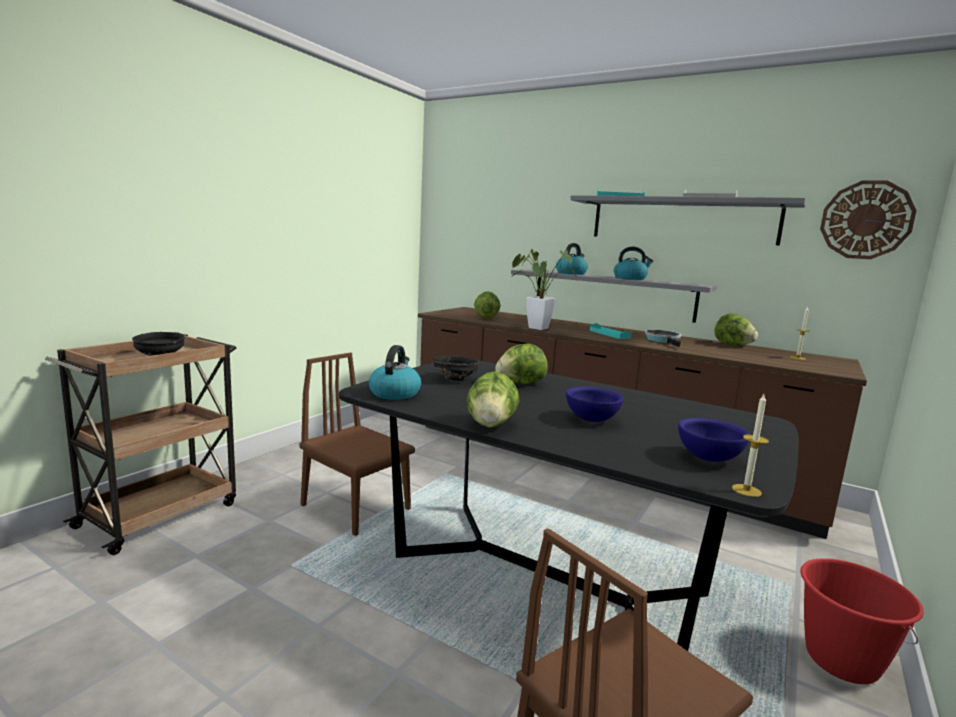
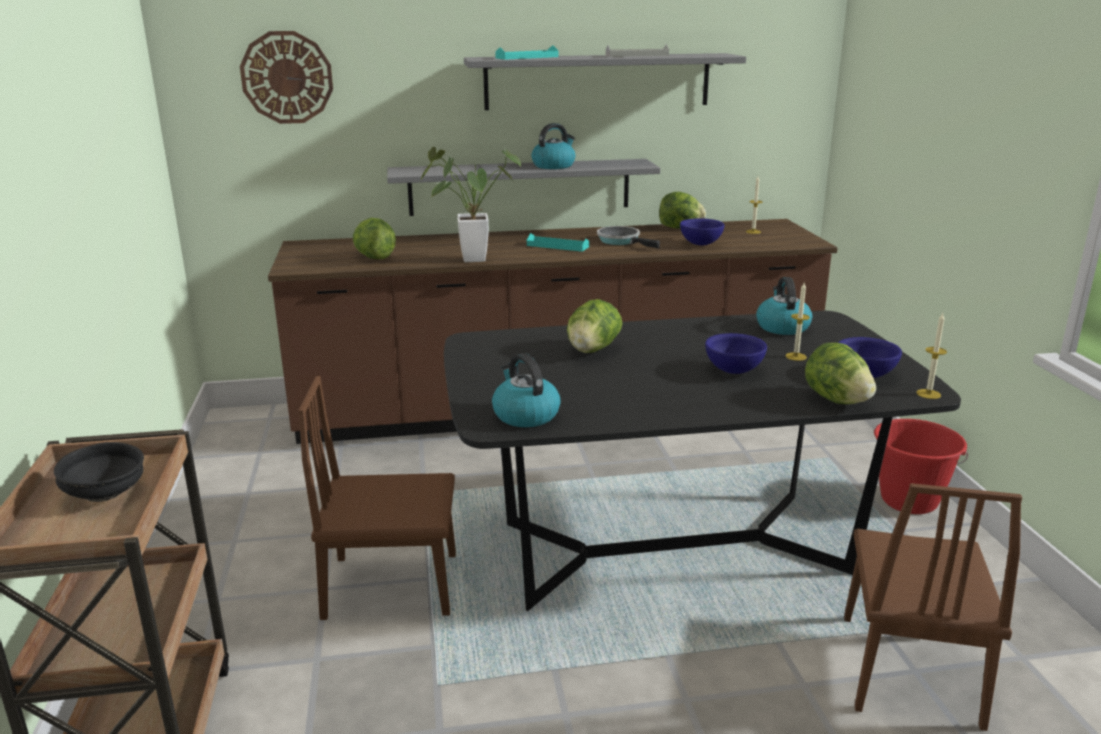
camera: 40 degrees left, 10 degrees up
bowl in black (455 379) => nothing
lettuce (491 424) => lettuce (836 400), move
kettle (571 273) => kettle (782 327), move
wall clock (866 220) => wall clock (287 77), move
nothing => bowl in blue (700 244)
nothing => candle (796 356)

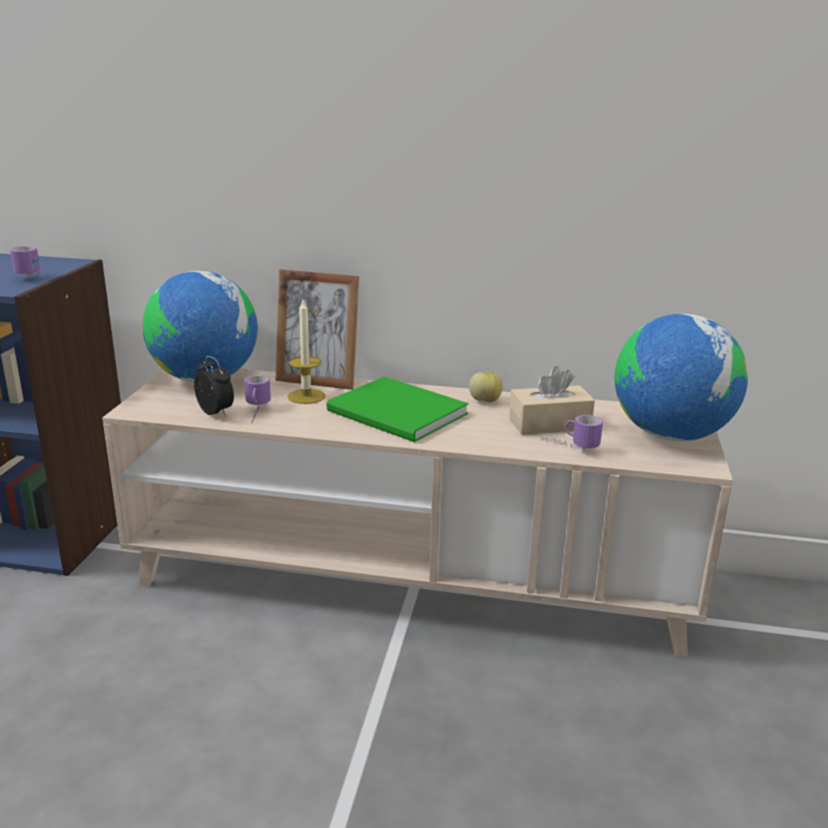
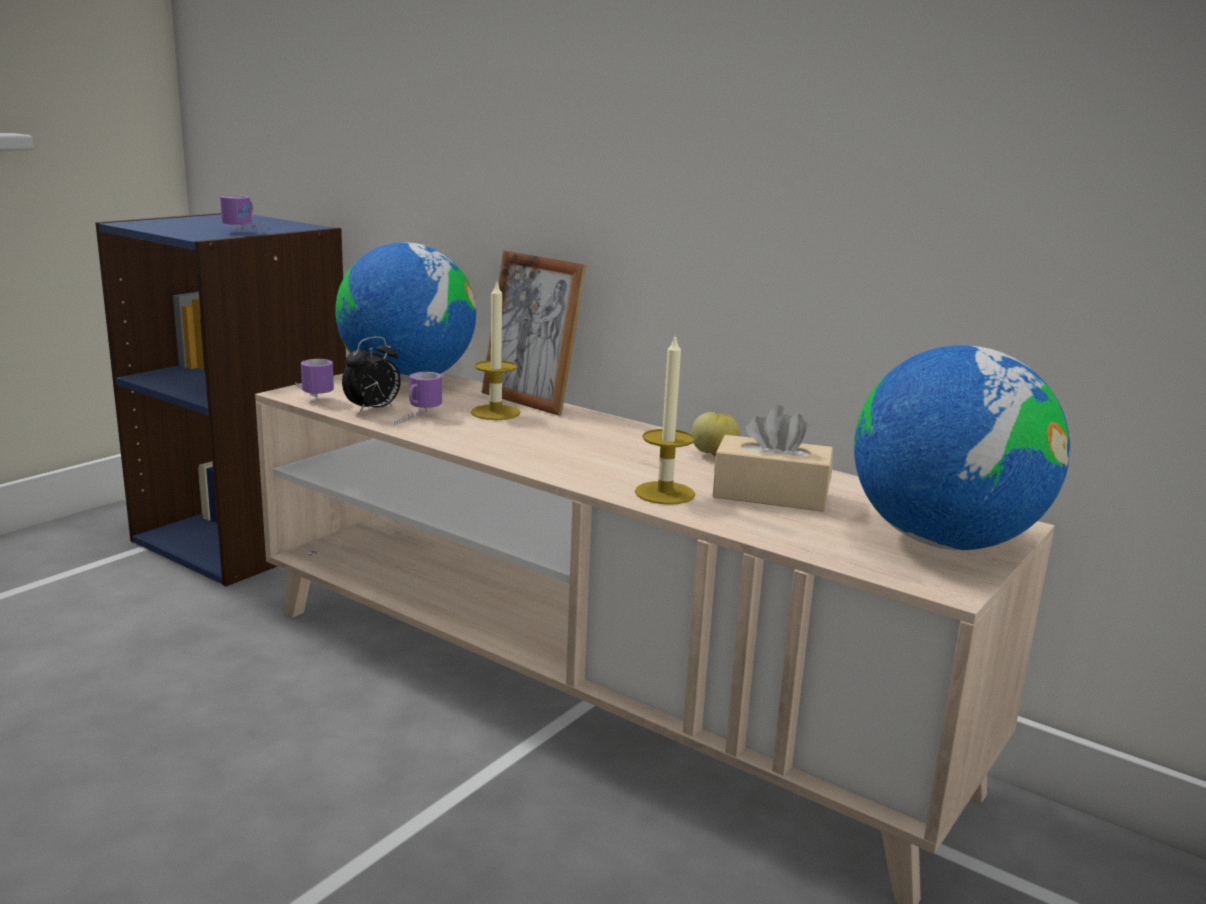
camera: 25 degrees right, 5 degrees down
alarm clock (216 413) => alarm clock (373 410), 60 degrees clockwise
book in green (398 414) => nothing
mug (569 447) => mug (310 394), move
nothing => candle (664 493)

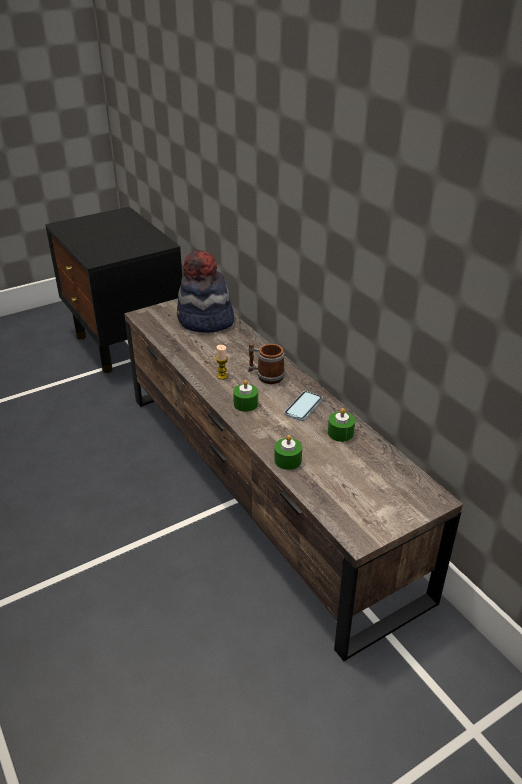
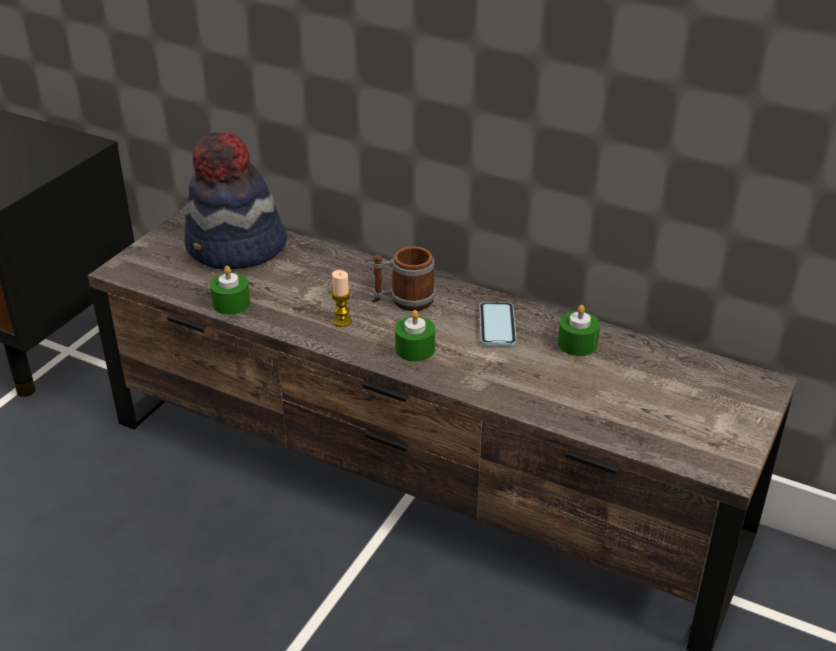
camera: 30 degrees left, 0 degrees up
candle in green (288 460) => candle in green (231 303), move

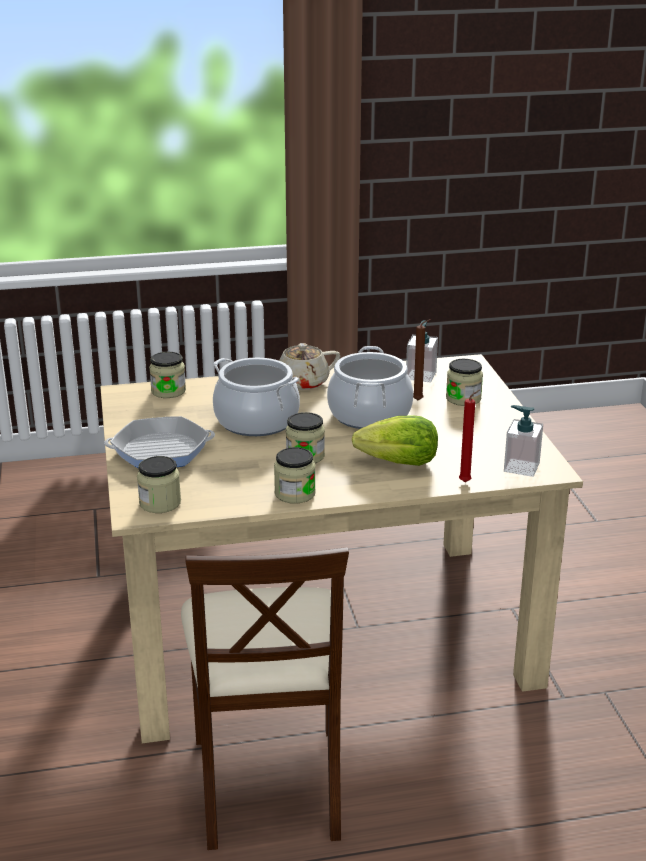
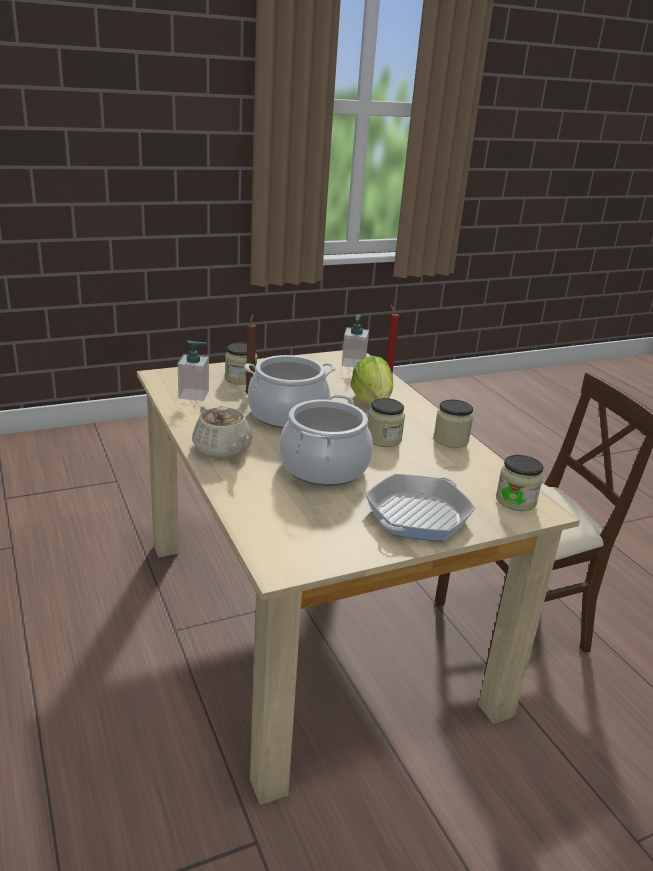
camera: 105 degrees left, 0 degrees up
frying pan (160 450) => frying pan (418 515), 60 degrees clockwise
jar (168 391) => nothing

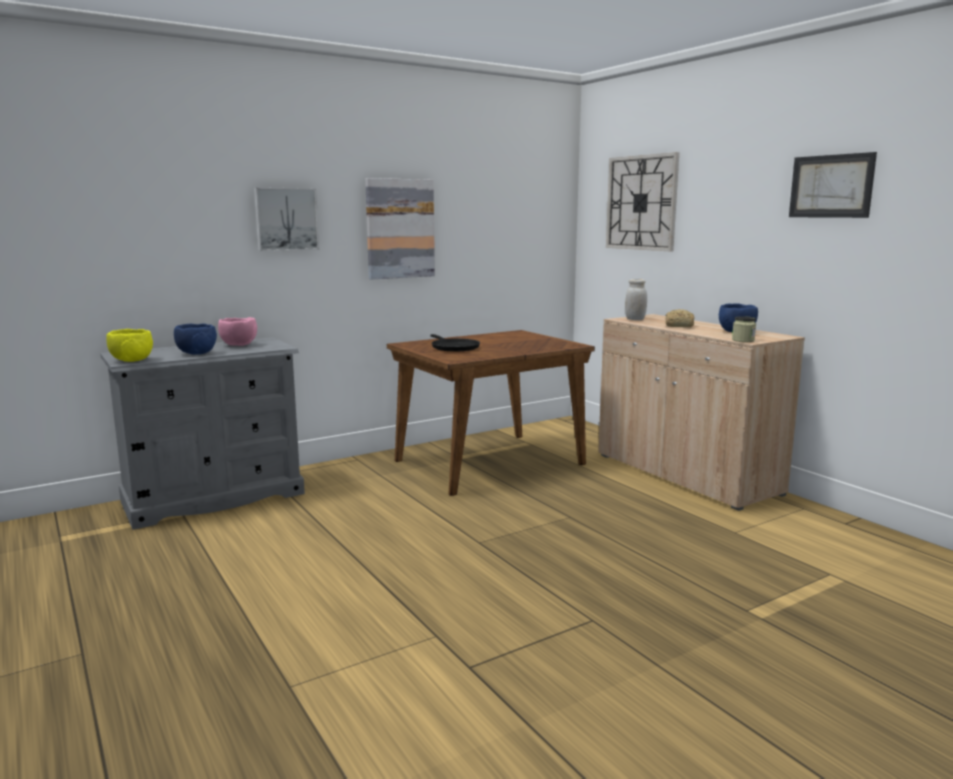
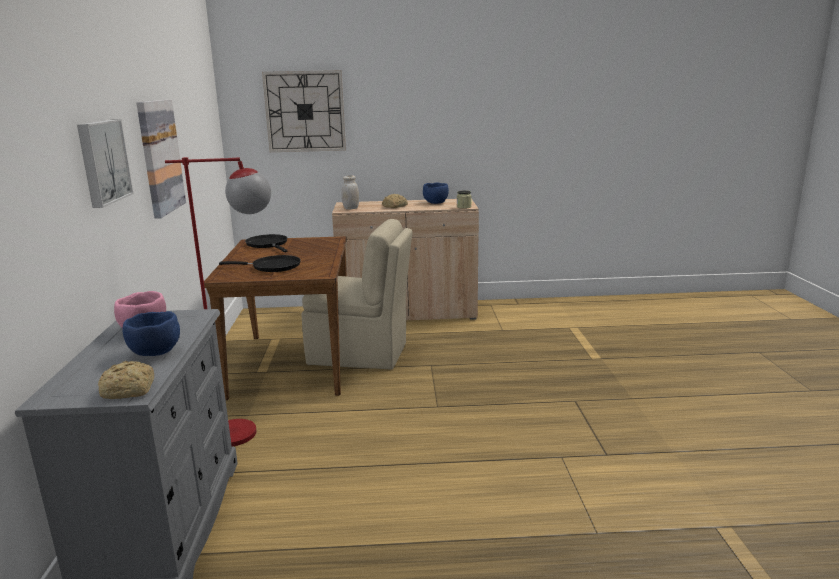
camera: 60 degrees left, 5 degrees up
bowl in yellow (131 361) => bread (130 390)
picture (831 186) => nothing
nothing => floor lamp in red (250 432)
nothing => frying pan in black (268 244)
nothing => chair in beige (360 354)

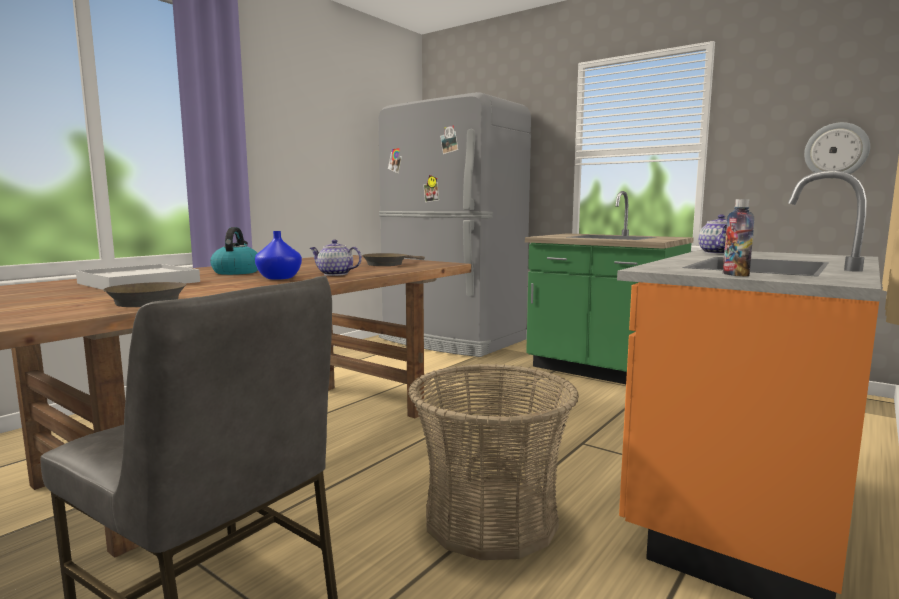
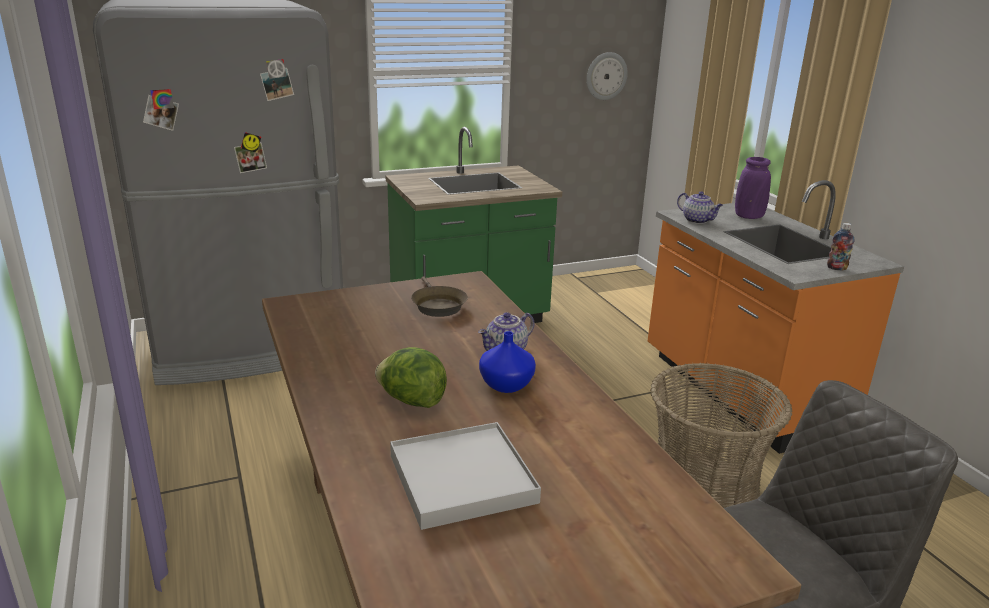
camera: 60 degrees left, 15 degrees up
frying pan in brown (143 302) => nothing
kettle (236 272) => lettuce (411 401)
nothing => vase in purple (748 217)

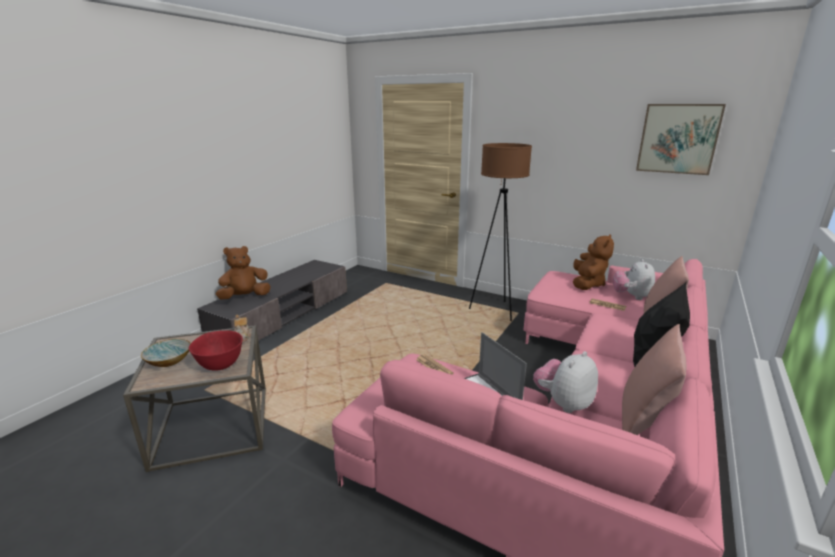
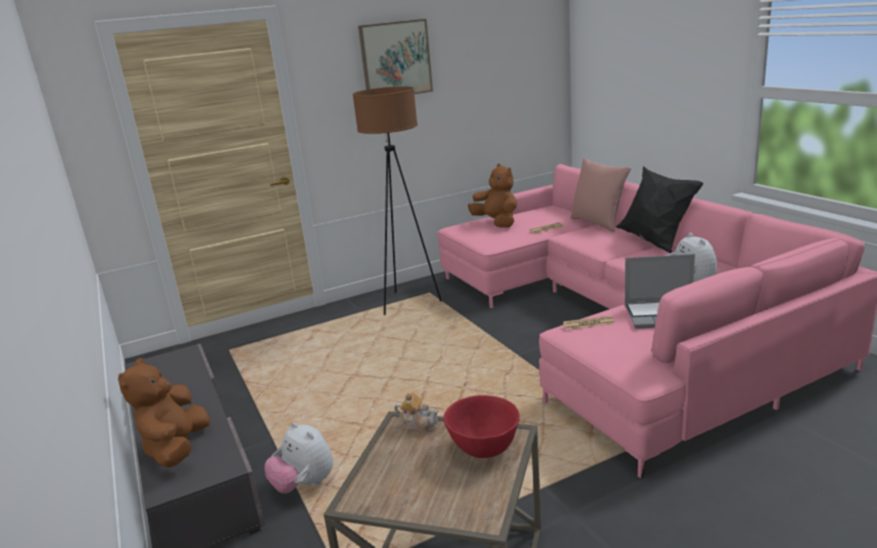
camera: 55 degrees left, 0 degrees up
bowl (169 361) => nothing
plush toy (631 296) => plush toy (304 485), move
pillow in pink (643 422) => nothing
picture (678 139) => picture (395 59), move

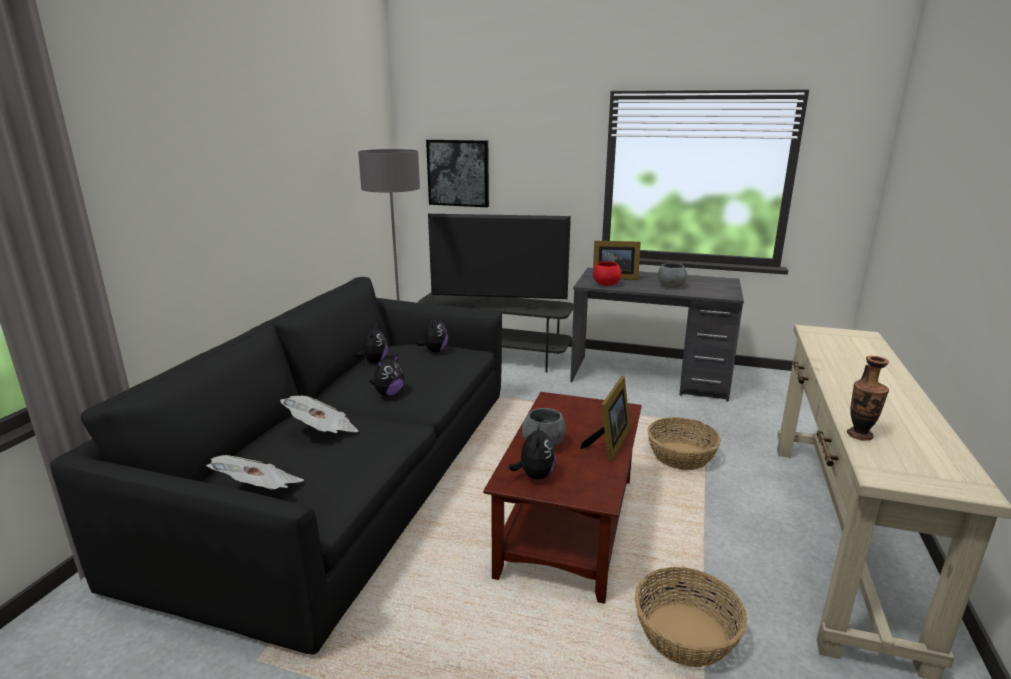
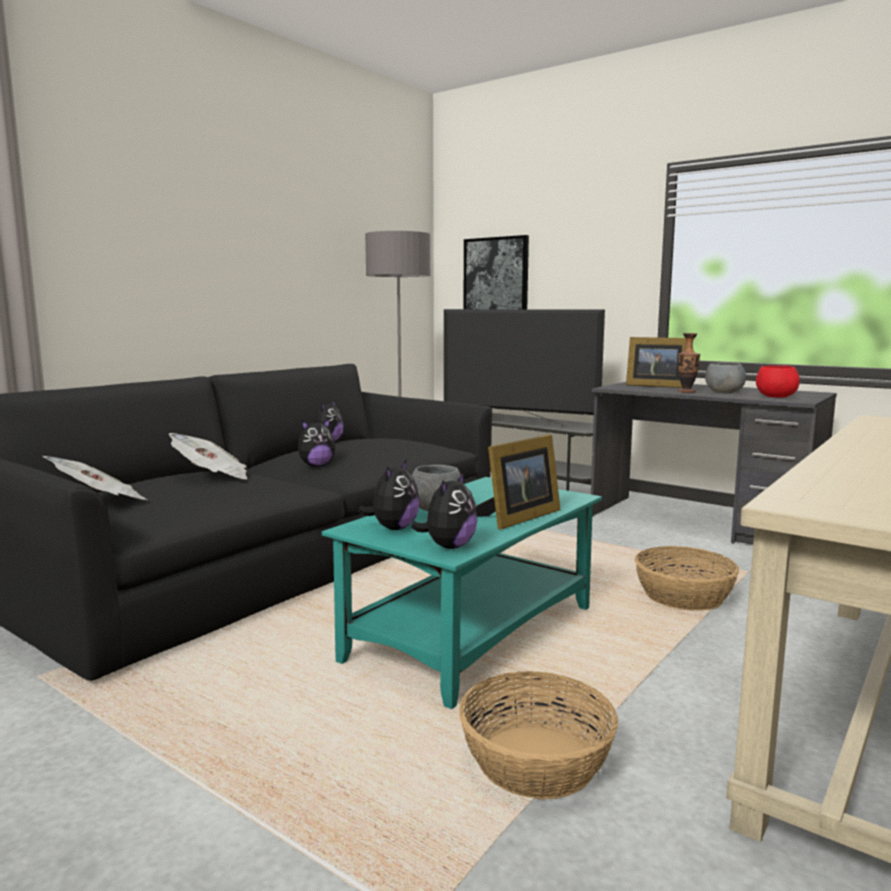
camera: 20 degrees right, 10 degrees down
plush toy (434 351) => plush toy (448 546), move
coffee table in brown (568 523) => coffee table in turquoise (473 632)
bowl in red (606 284) => bowl in red (775 397), move
vase (859 435) => vase (686 391), move

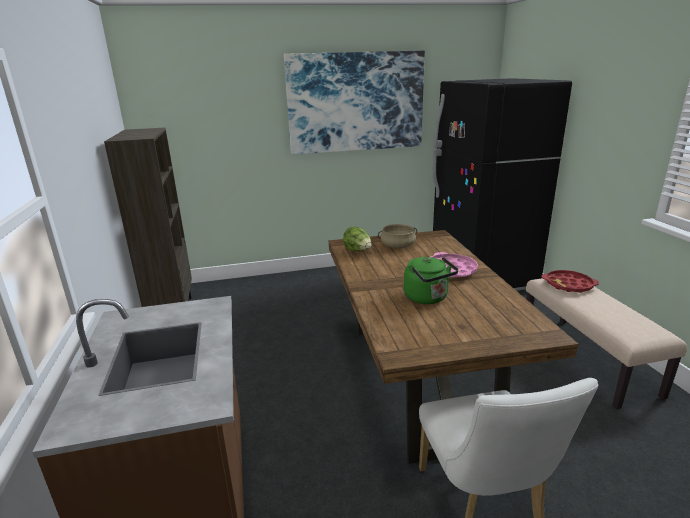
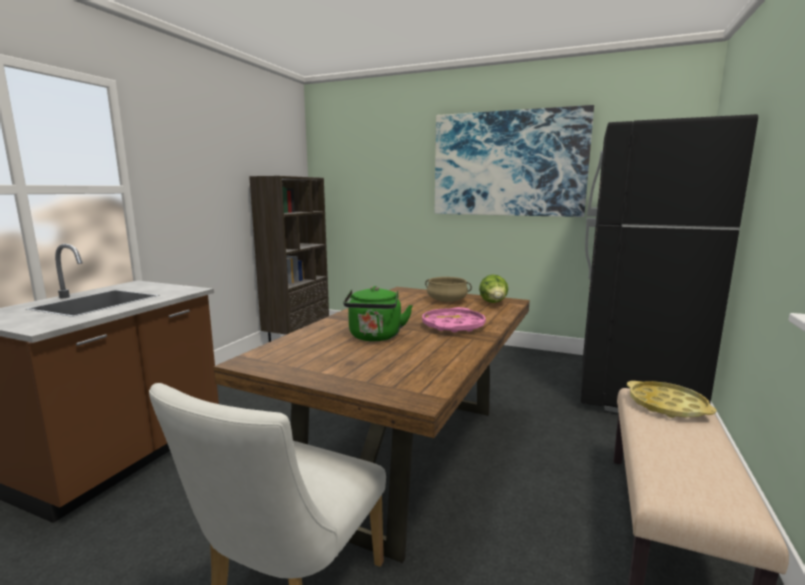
camera: 35 degrees right, 10 degrees down
lettuce (358 251) => lettuce (493 303), move
tray in red (568 285) => tray in yellow (667 405)

